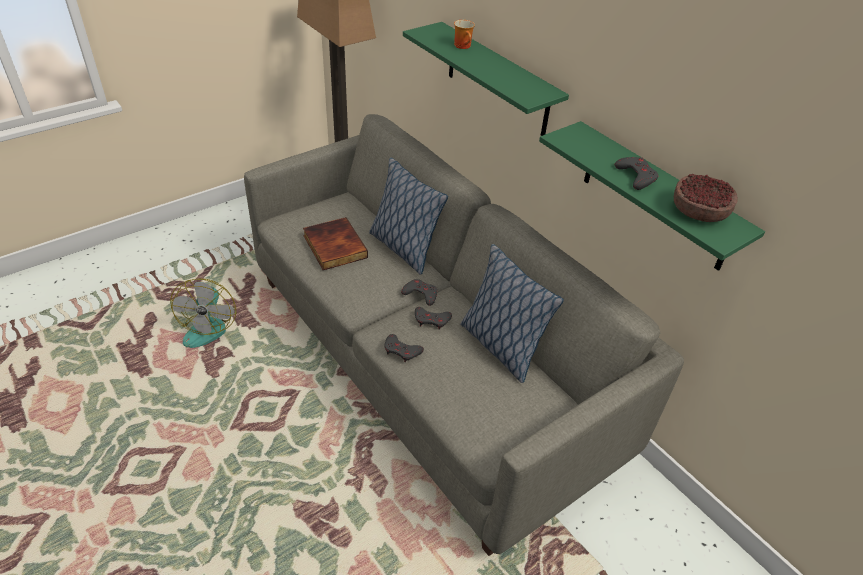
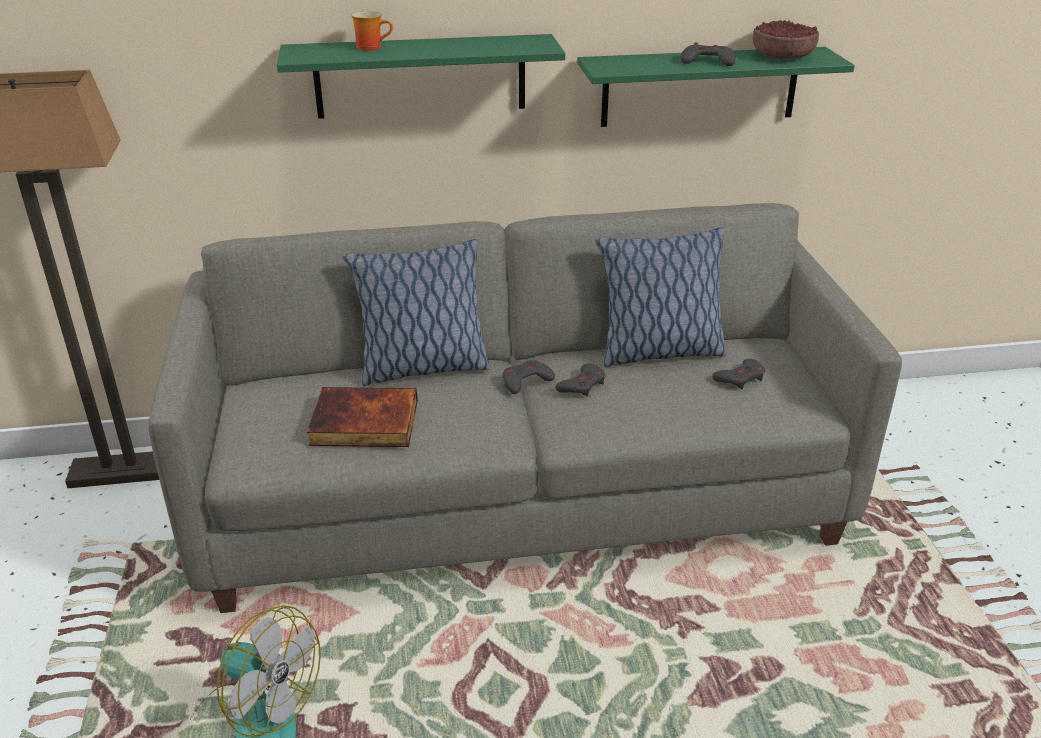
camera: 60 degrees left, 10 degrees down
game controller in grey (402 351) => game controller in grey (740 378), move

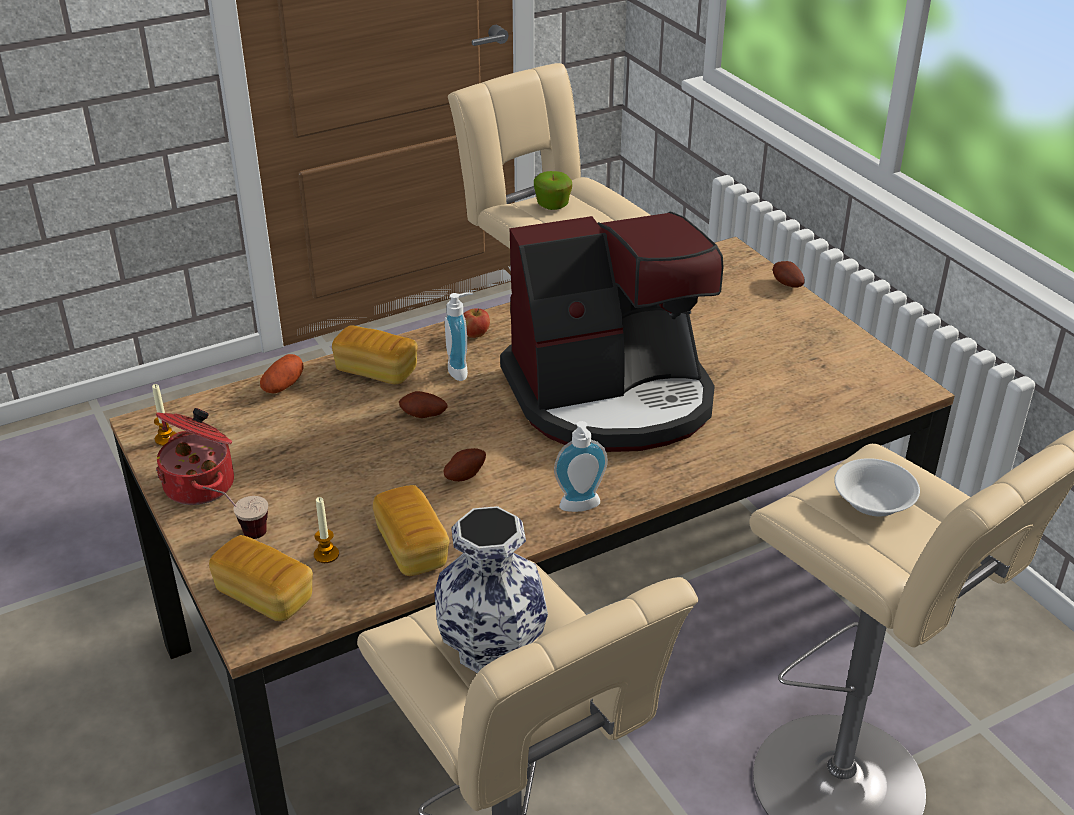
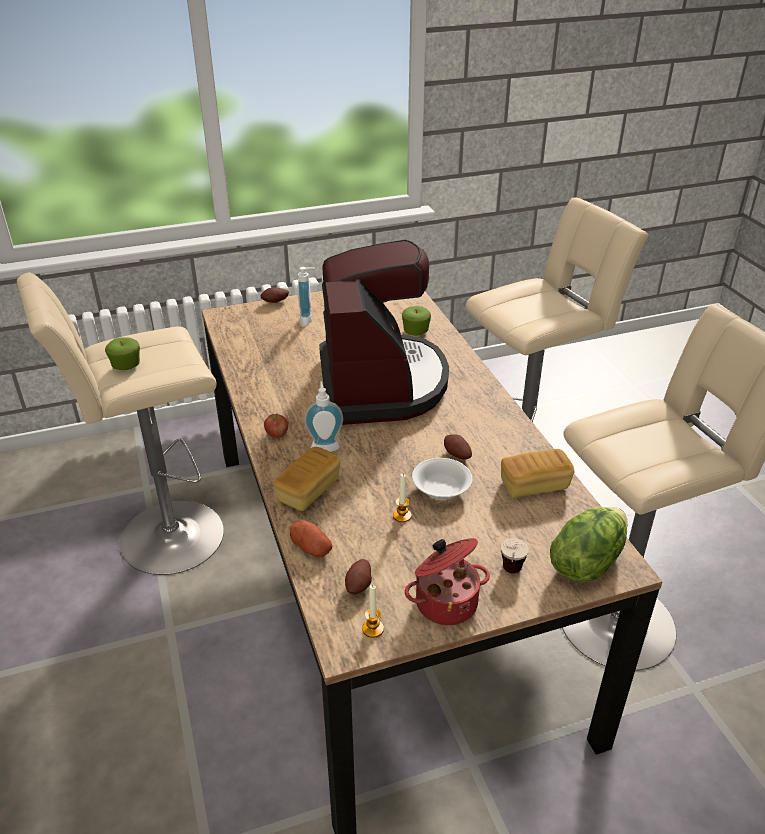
camera: 80 degrees left, 0 degrees up
bread (264 595) => lettuce (585 562)
candle (326 554) => candle (402 515), move
potato (423 416) => potato (359 585), move
vase (491 648) => nothing
soap dispenser (581 508) => soap dispenser (308 319), move
bowl in white (873 502) => bowl in white (440 489), move
nothing => apple (415 332)

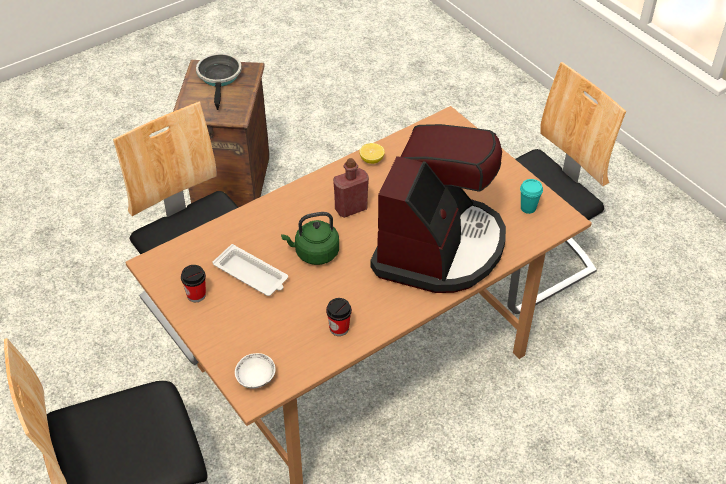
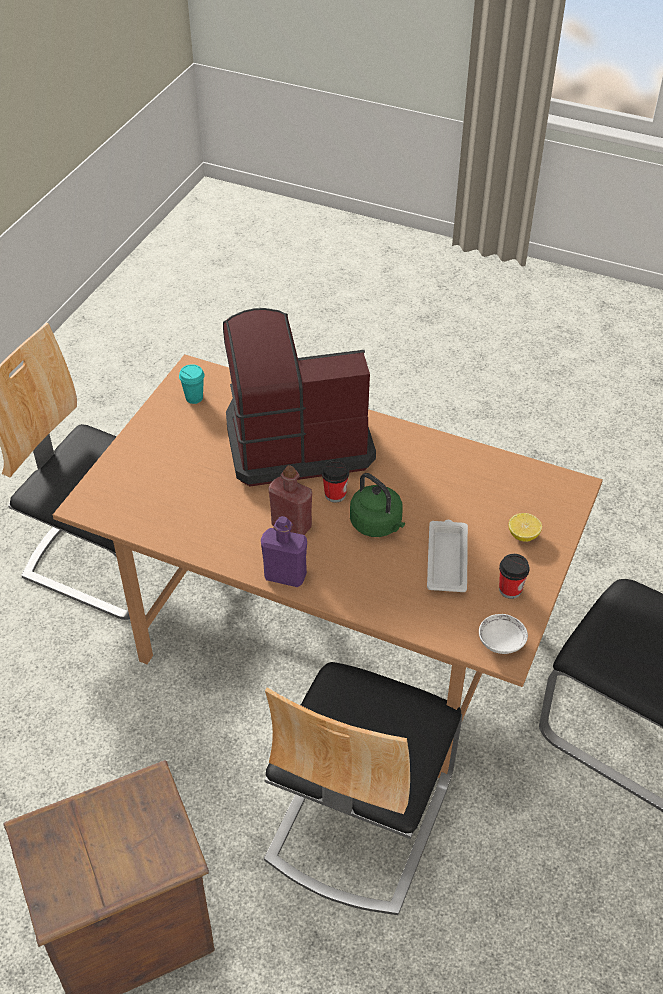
camera: 120 degrees left, 0 degrees up
frying pan (220 78) => nothing
bowl in white (256 378) => bowl in white (501 642), move
cup (339 328) => cup (335 494), move
lemon (371 160) => lemon (523 535), move
nothing => bottle in purple (285 576)

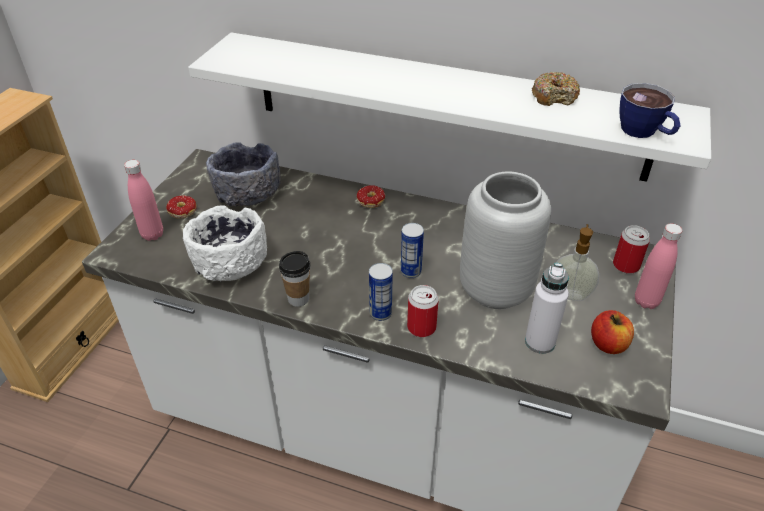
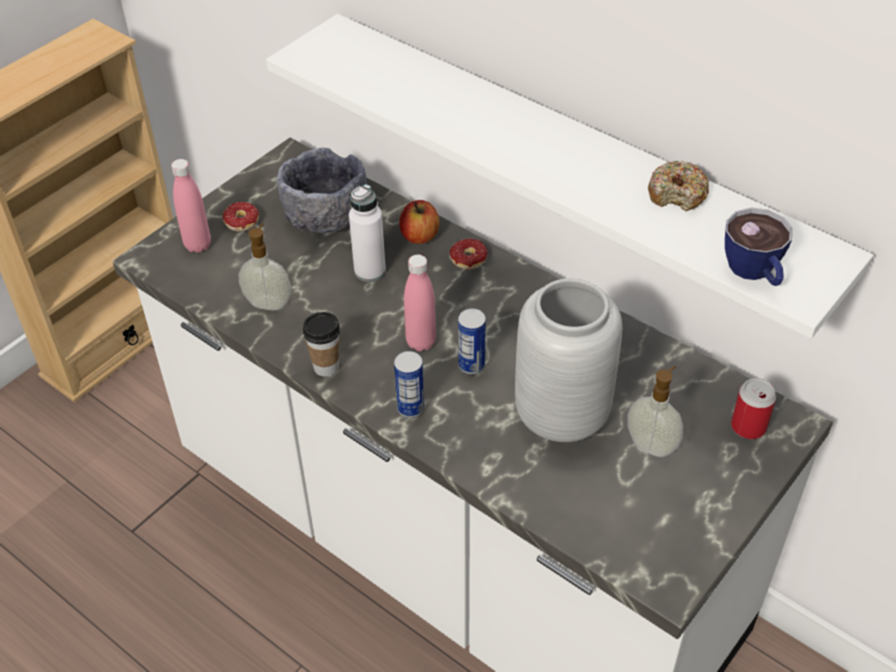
camera: 20 degrees right, 5 degrees up
bowl in white (230 263) => soap dispenser (268 302)
can (421 327) => nothing
bottle in white (540 342) => bottle in white (370 271), move
apple (608 344) => apple (420 236), move
bottle in pink (646 301) => bottle in pink (421 342), move

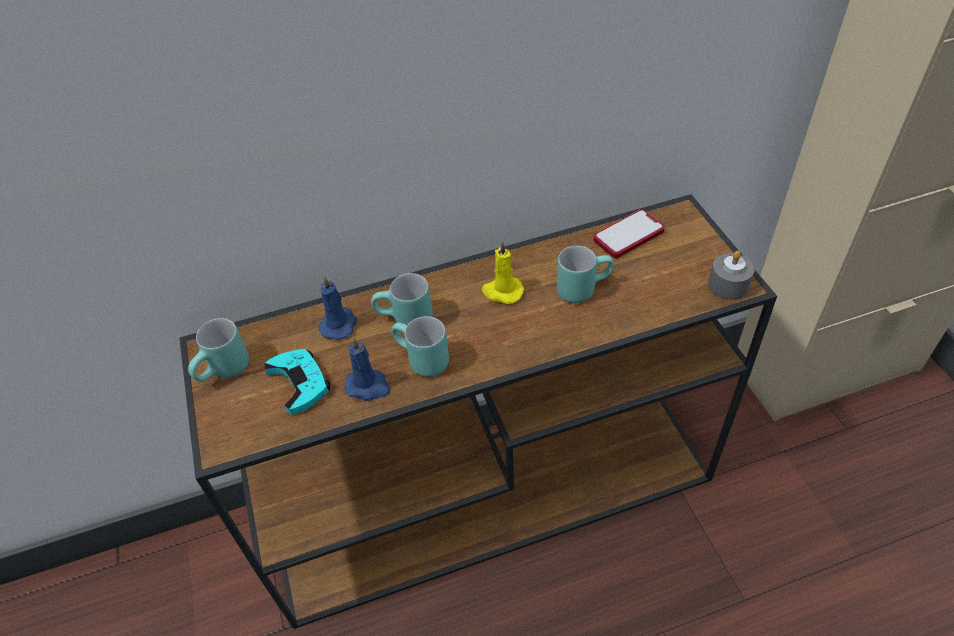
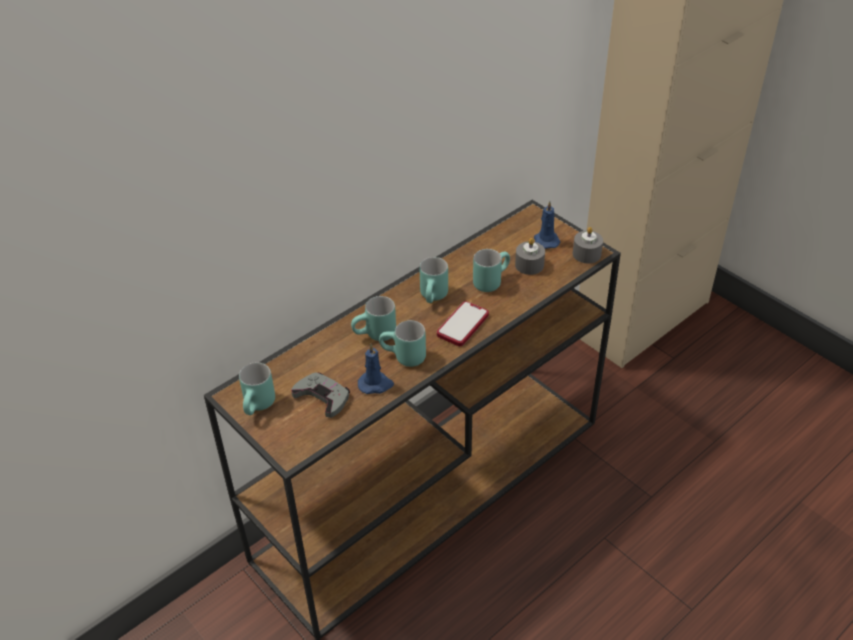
camera: 25 degrees left, 5 degrees down
game controller in turquoise (300 383) => game controller in grey (322 397)
candle in blue (339 324) => candle in blue (546 240), move
candle in yellow (502 291) => mug in turquoise (435 298)
phone (628 235) => phone (462 325), move
nothing => candle in grey (529 265)

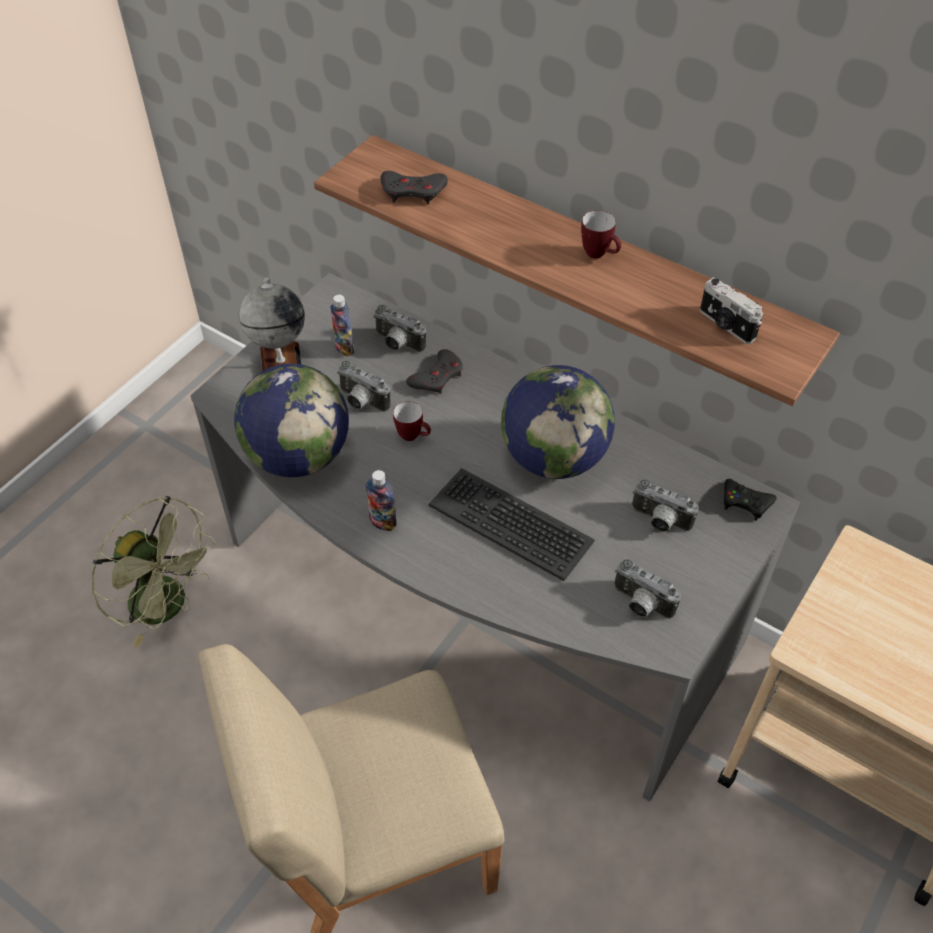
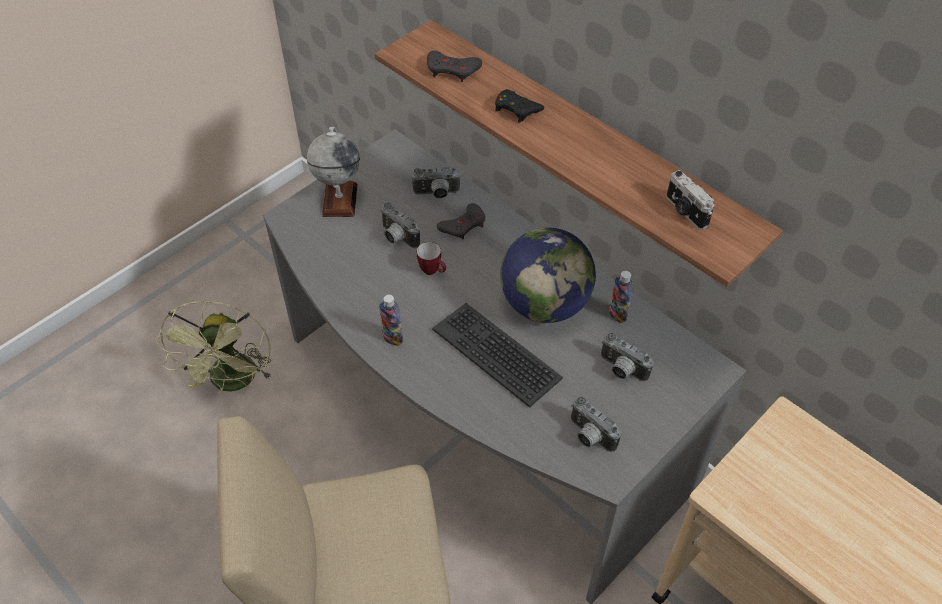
camera: 10 degrees right, 0 degrees up
fan in green (168 606) => fan in green (233 382), 45 degrees clockwise
globe (298 456) => nothing
bottle (344 348) => bottle (618 314), move
photo camera (397 344) => photo camera (436 194), 45 degrees counterclockwise
mug (599 255) => nothing
game controller in black (745 502) => game controller in black (516 109), move

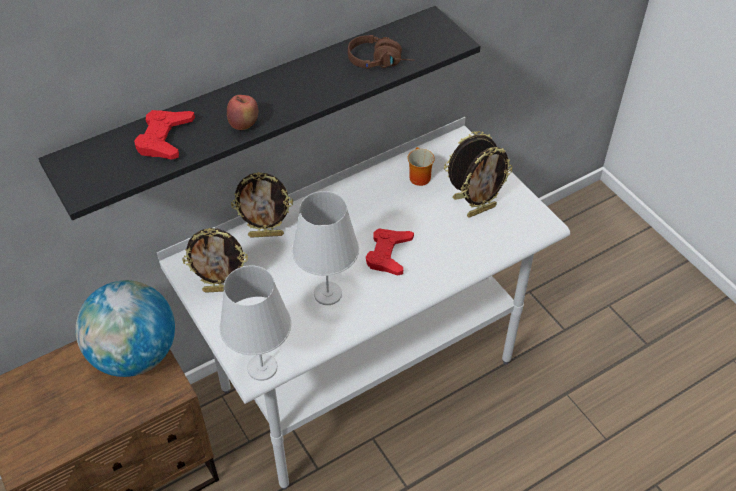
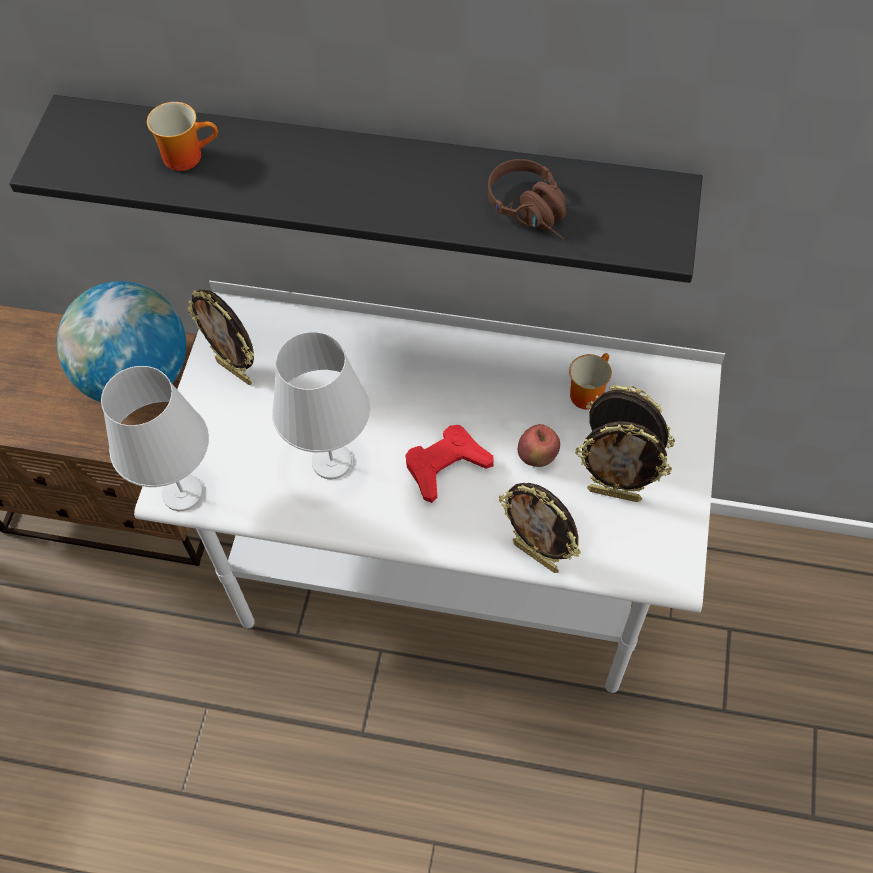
camera: 45 degrees right, 10 degrees up
game controller in red (165 138) => mug (187 154)
apple (244 125) => apple (537 457), move
picture frame (266 234) => picture frame (536 556), move

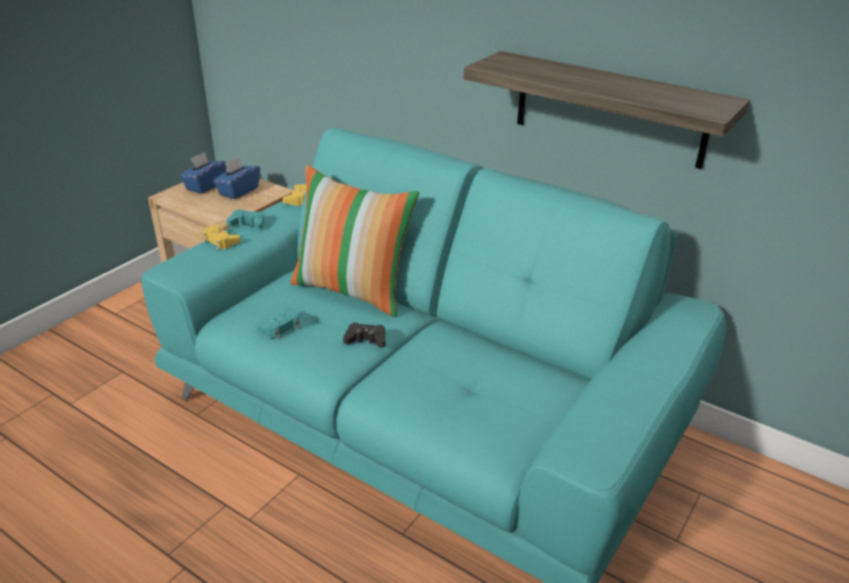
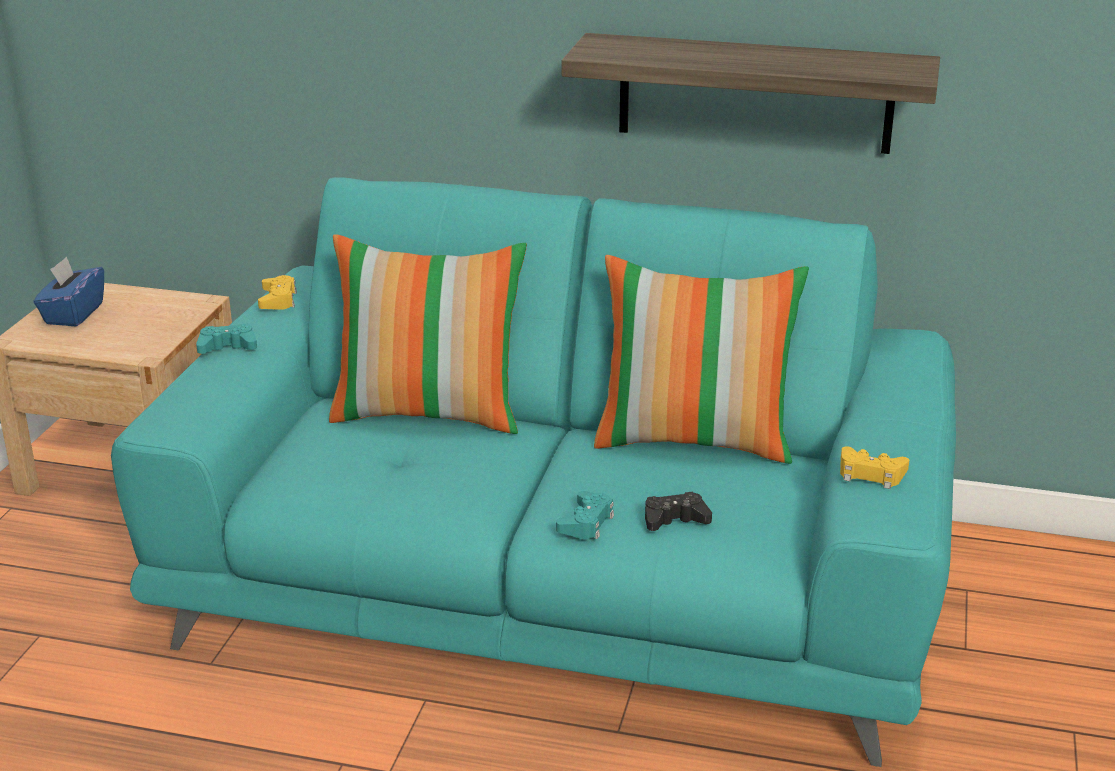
camera: 20 degrees left, 5 degrees down
game controller in yellow (220 241) => game controller in yellow (870 474), move
tissue box in blue (238 191) => nothing
game controller in turquoise (280 328) => game controller in turquoise (586 522), move
game controller in black (366 340) => game controller in black (674 519), move
nothing => pillow (695 440)

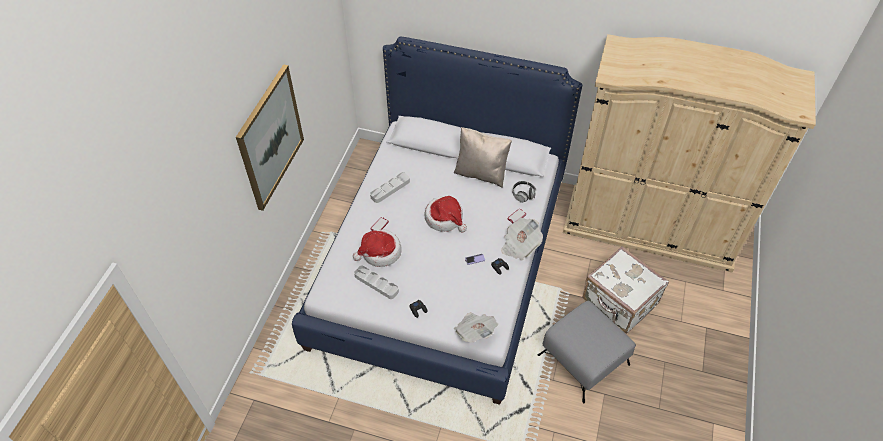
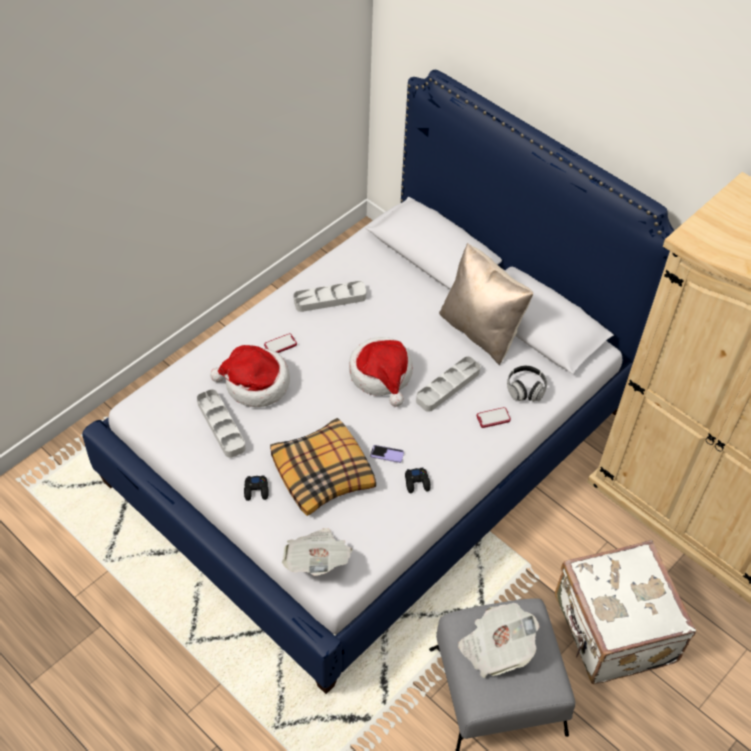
camera: 25 degrees right, 0 degrees up
picture (270 137) => nothing
newspaper (519 245) => newspaper (495 648), move
nothing => pillow (323 473)
nothing => tray in grey (448 386)

